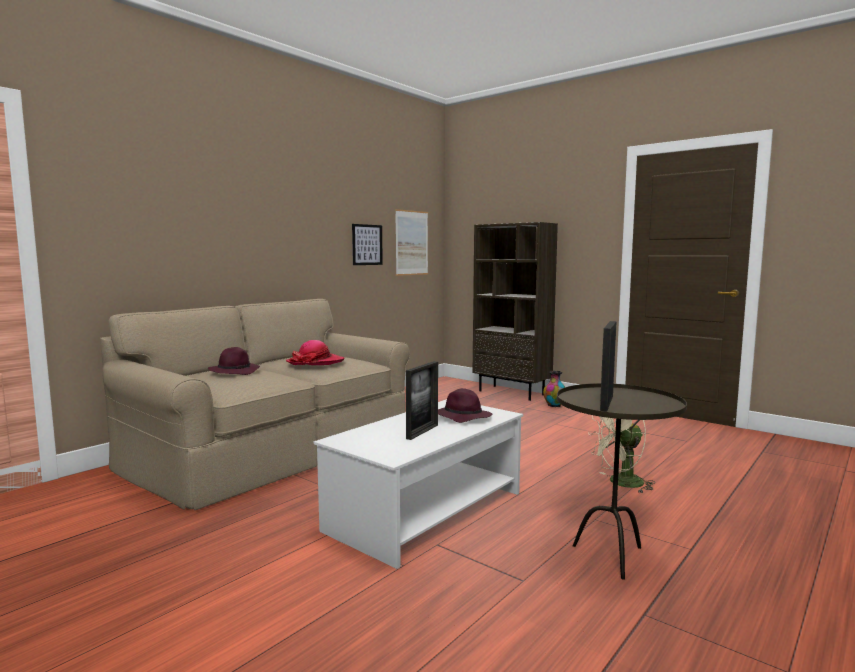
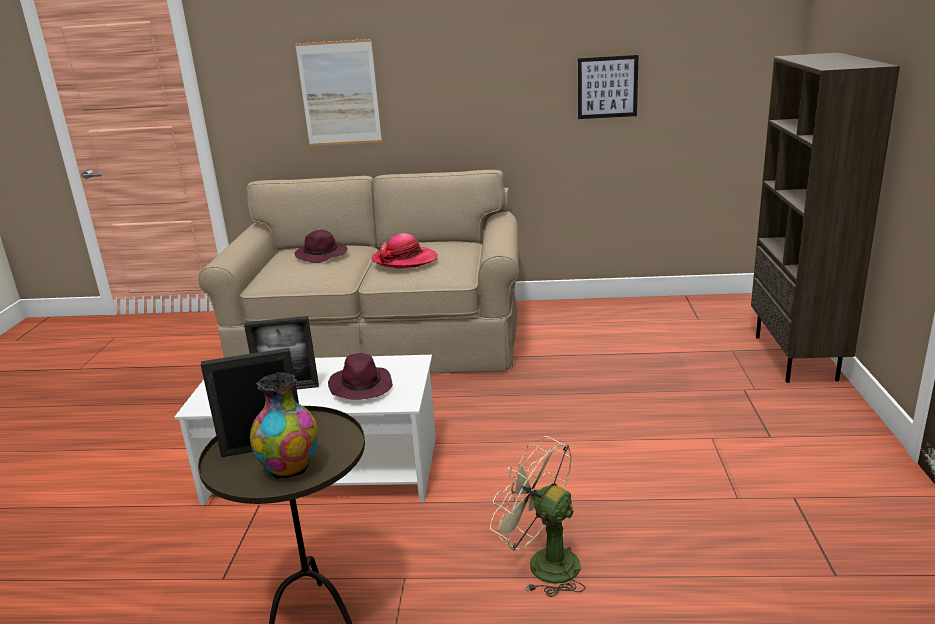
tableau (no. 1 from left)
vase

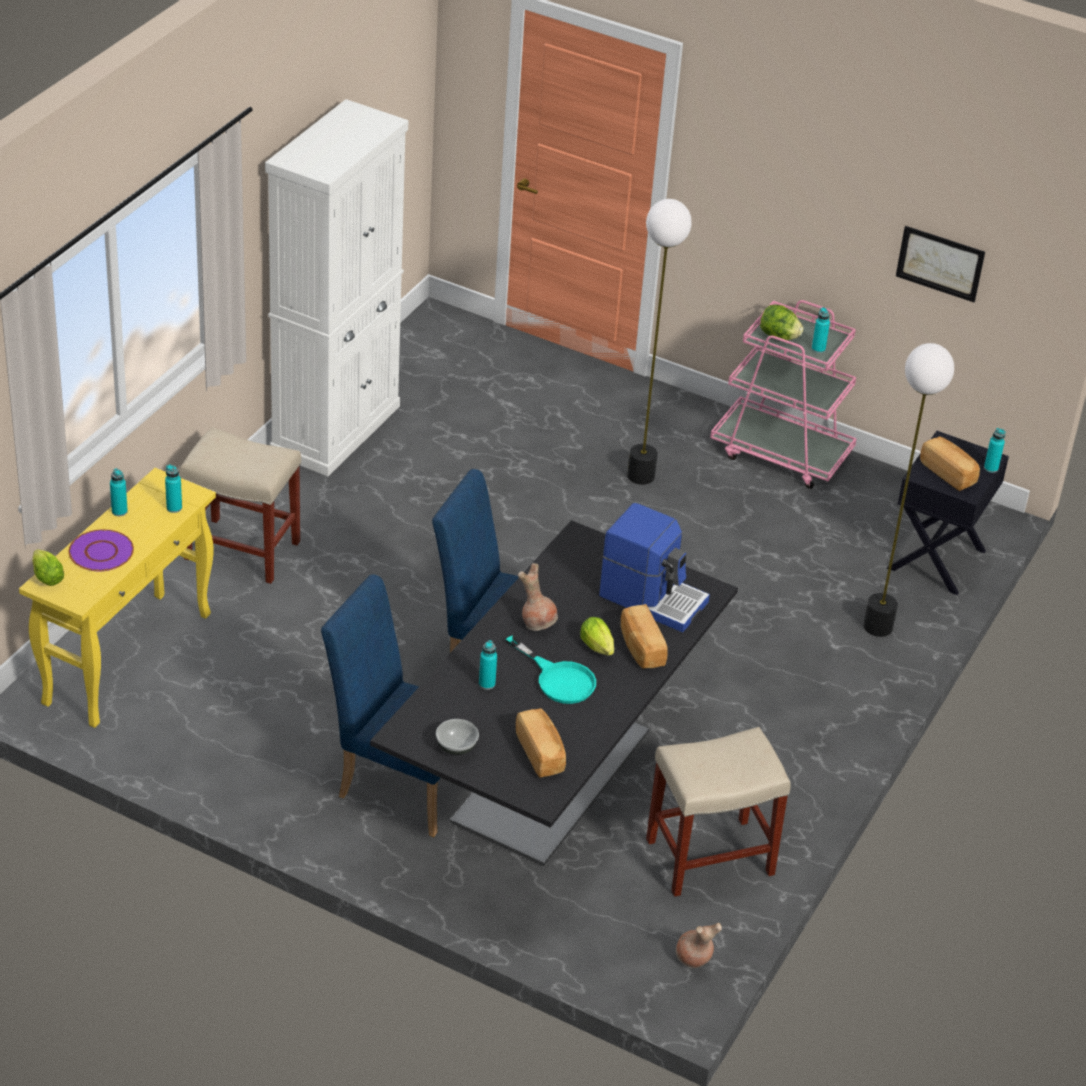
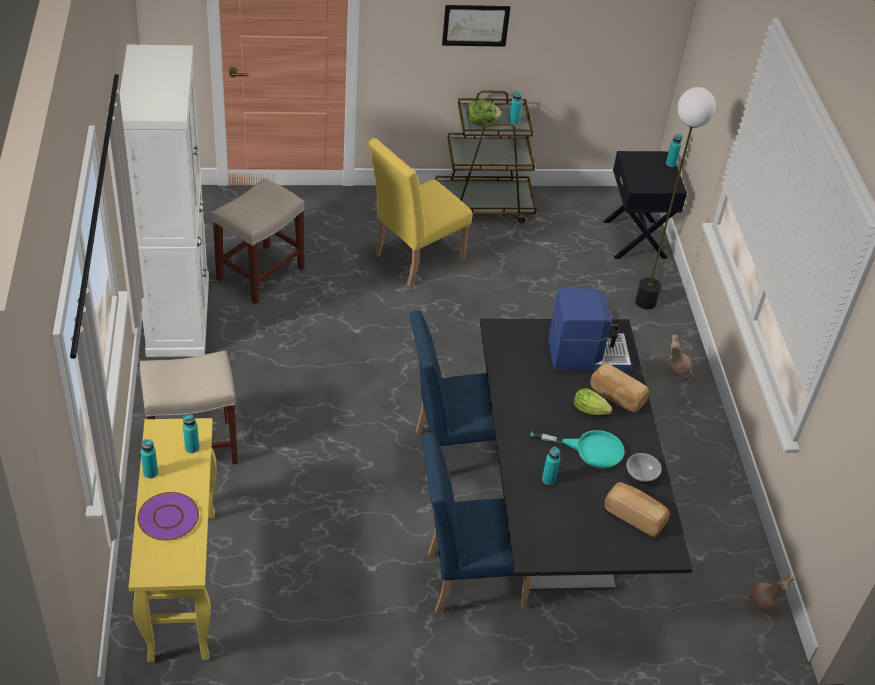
laitue (no. 1 from left in the first image)
bol
vase [marron] (no. 1 from left)
chaise [jaune]
tabouret [beige] (no. 2 from left)
chariot [marron]
tableau
pain (no. 3 from left in the first image)

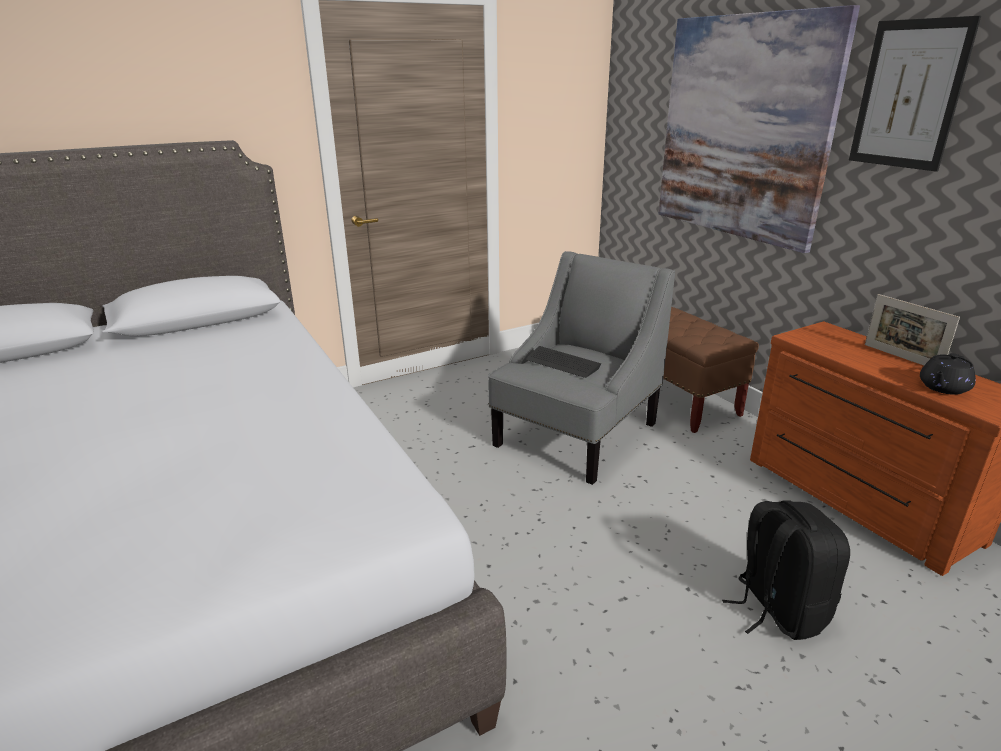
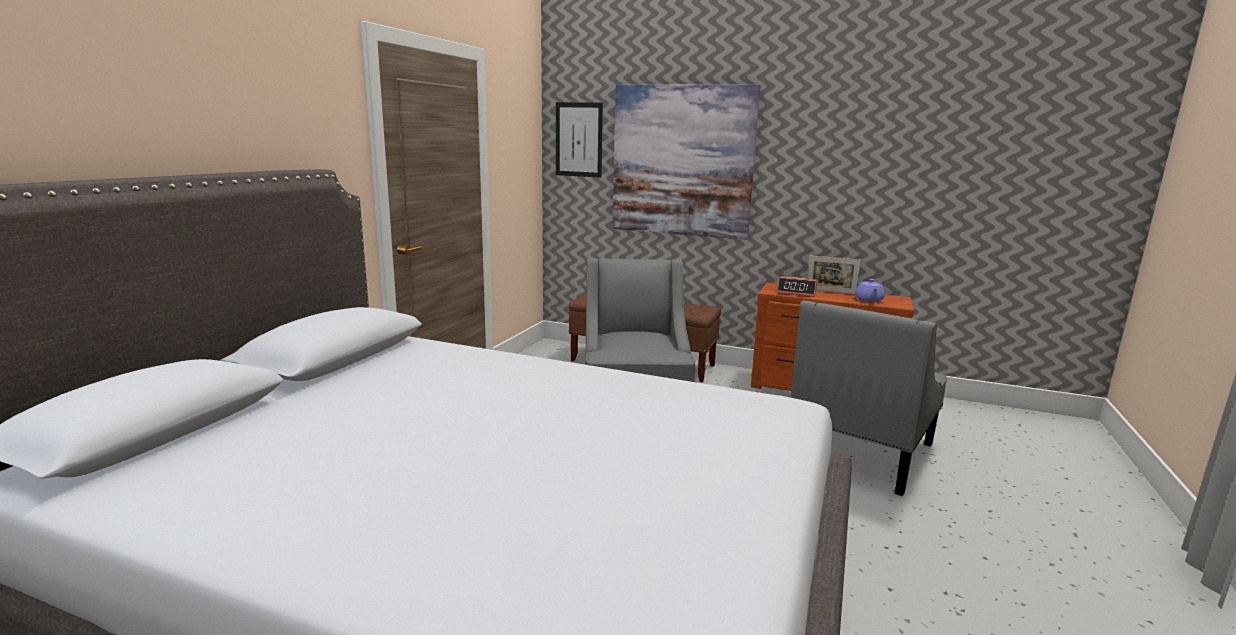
clavier
fauteuil [gris] (no. 2 from left)
tableau (no. 1 from left)
théière [violet]
réveil

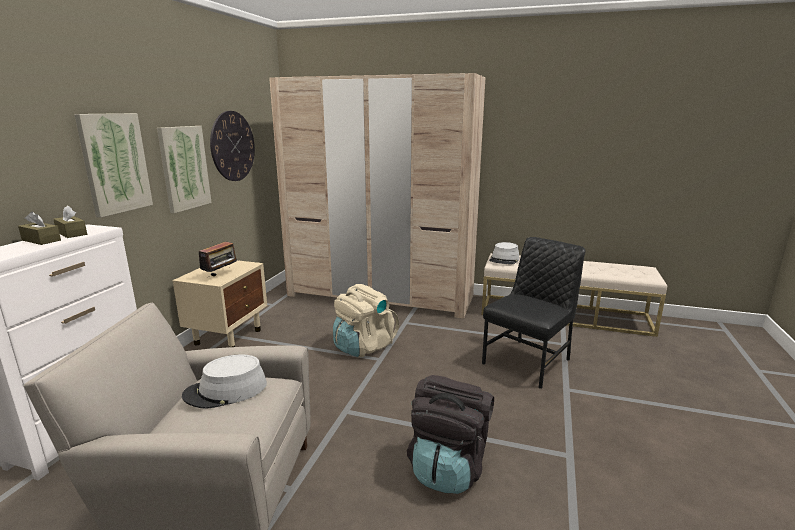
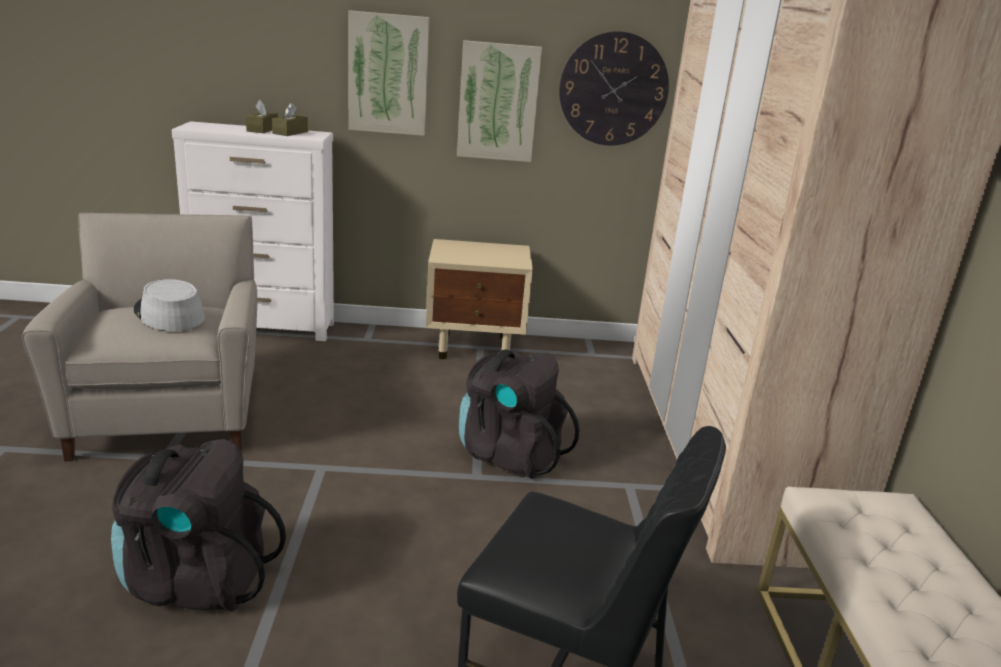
radio
sac à dos [noir] (no. 2 from left)
chapeau [gris] (no. 2 from left in the first image)

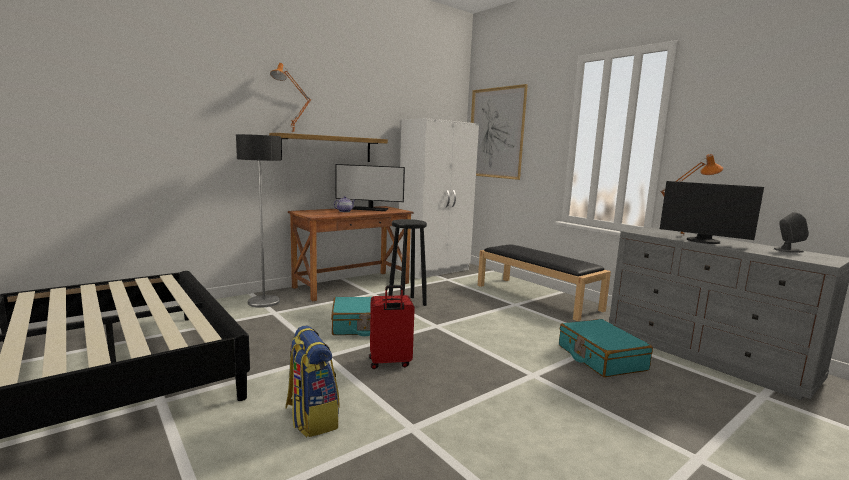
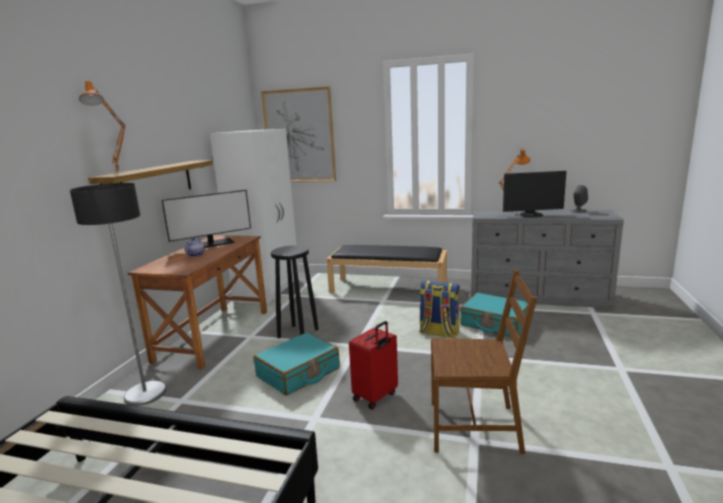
sac à dos
chaise [marron]

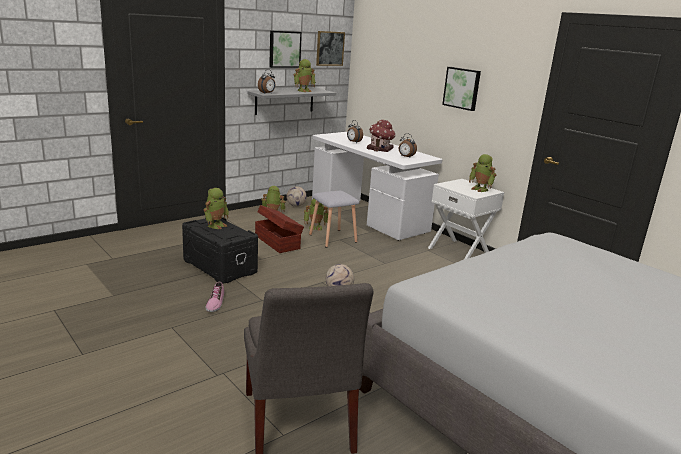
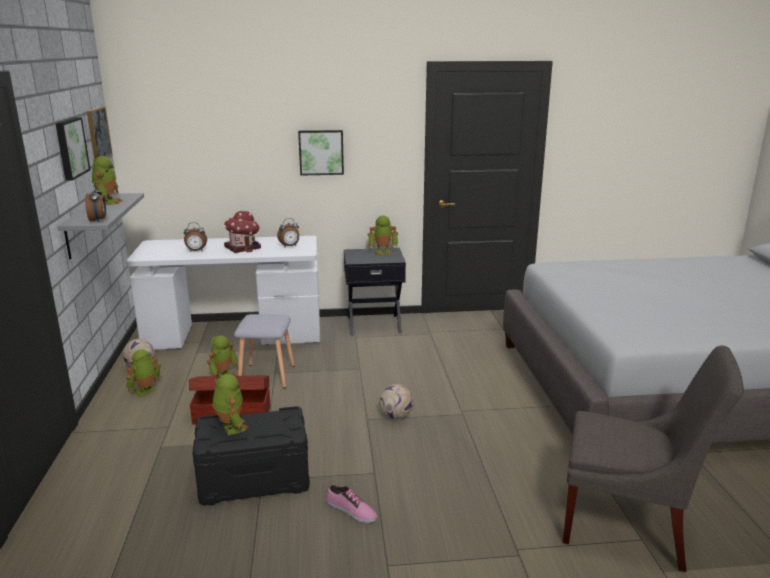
table de chevet [noir]

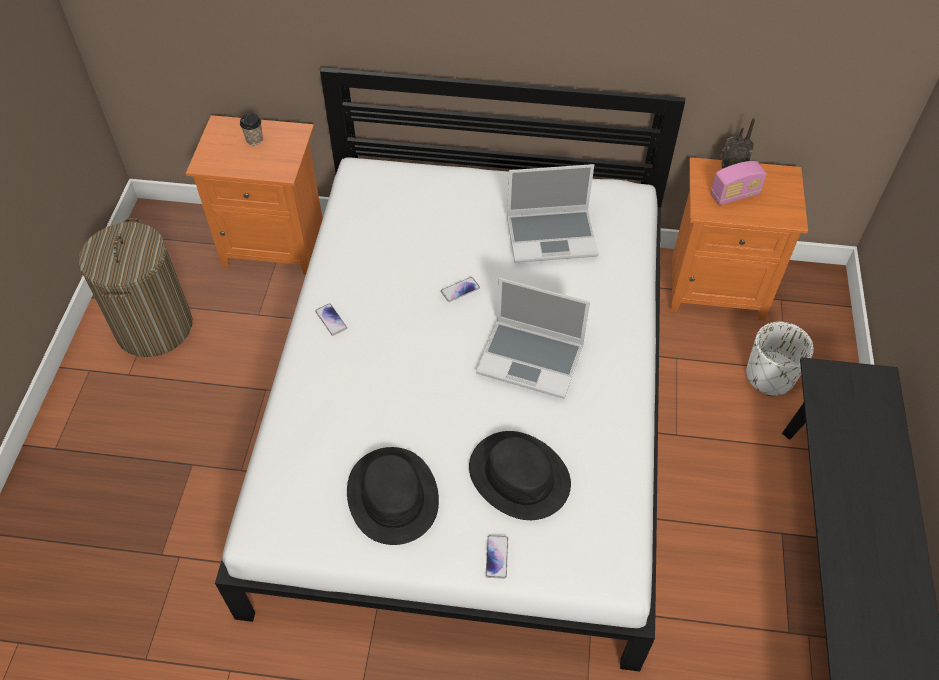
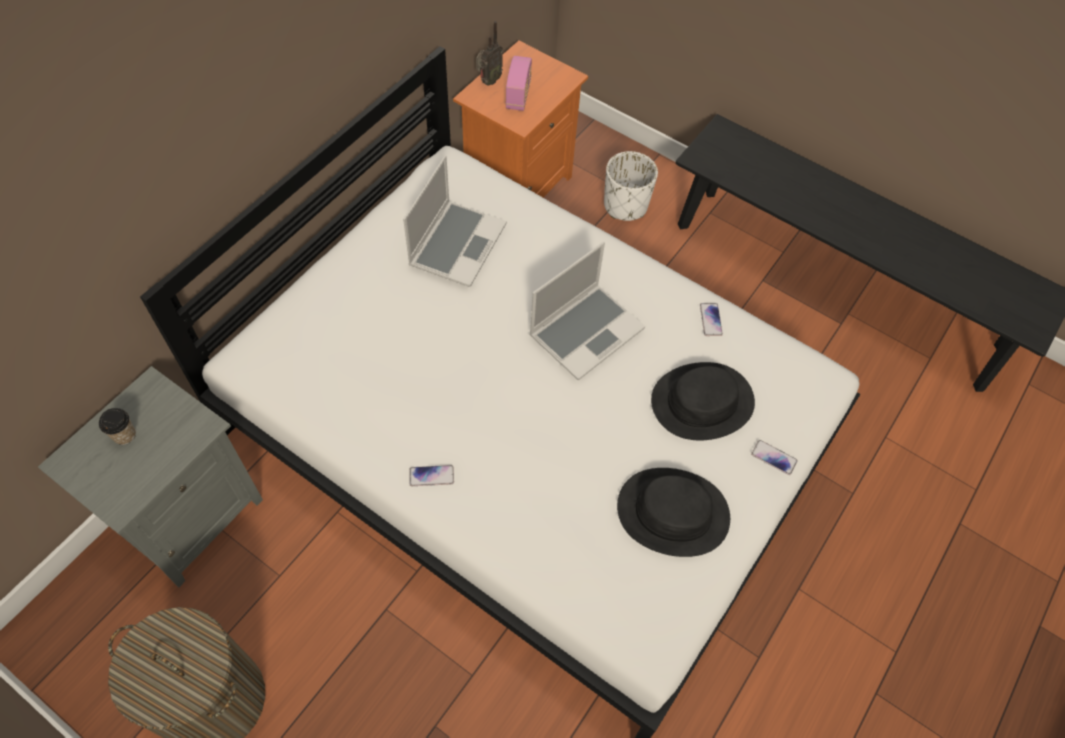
table de chevet [gris]
téléphone (no. 2 from left)

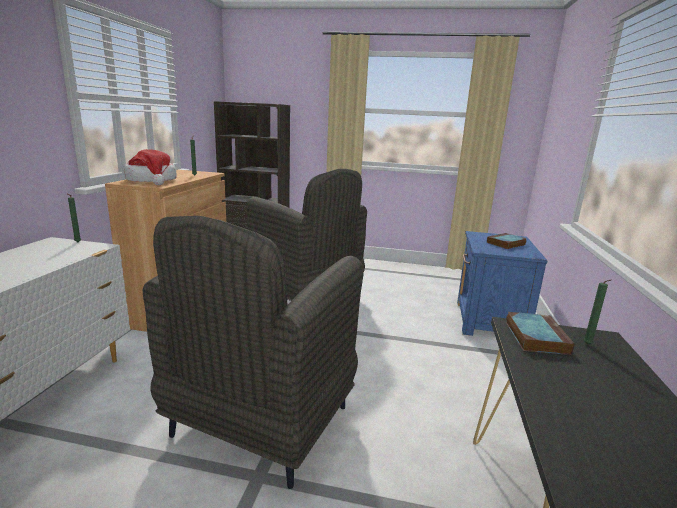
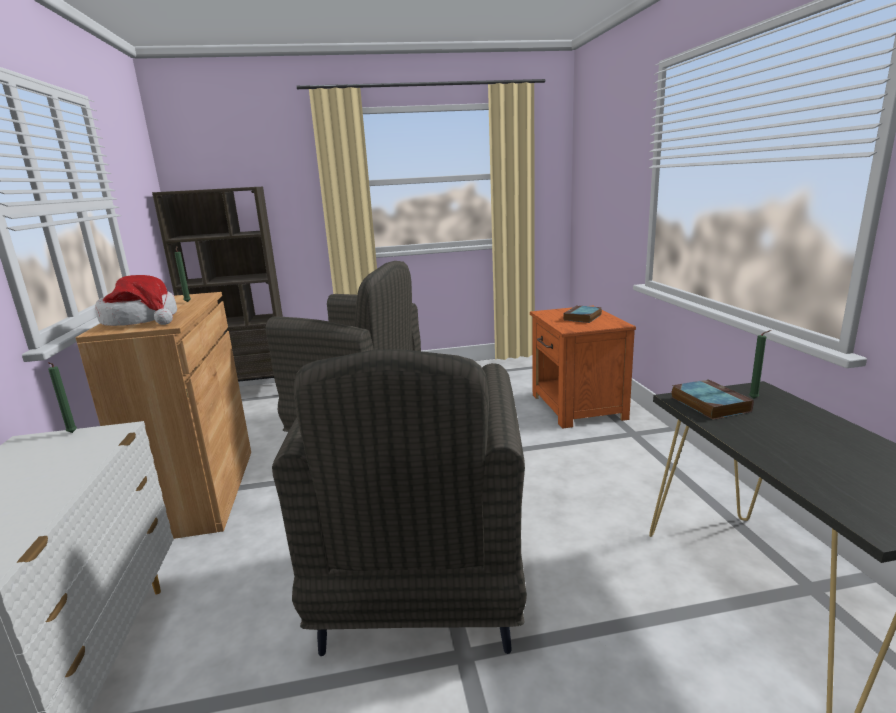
table de chevet [orange]

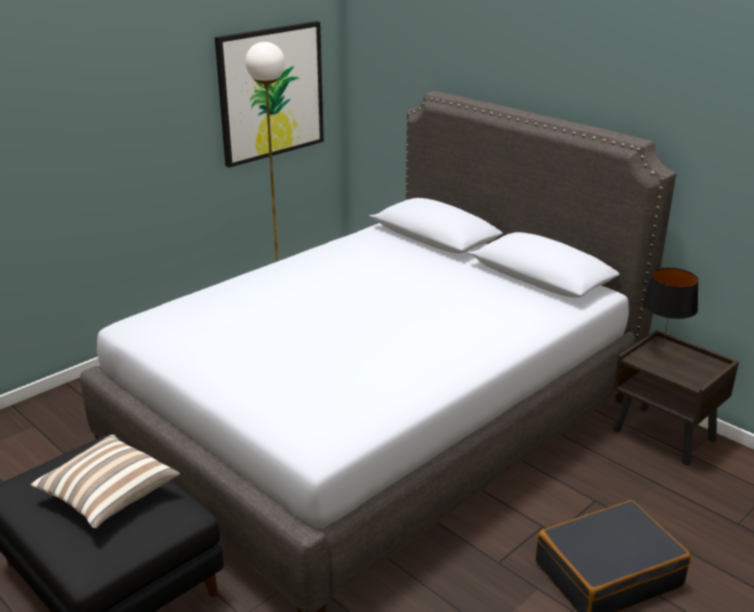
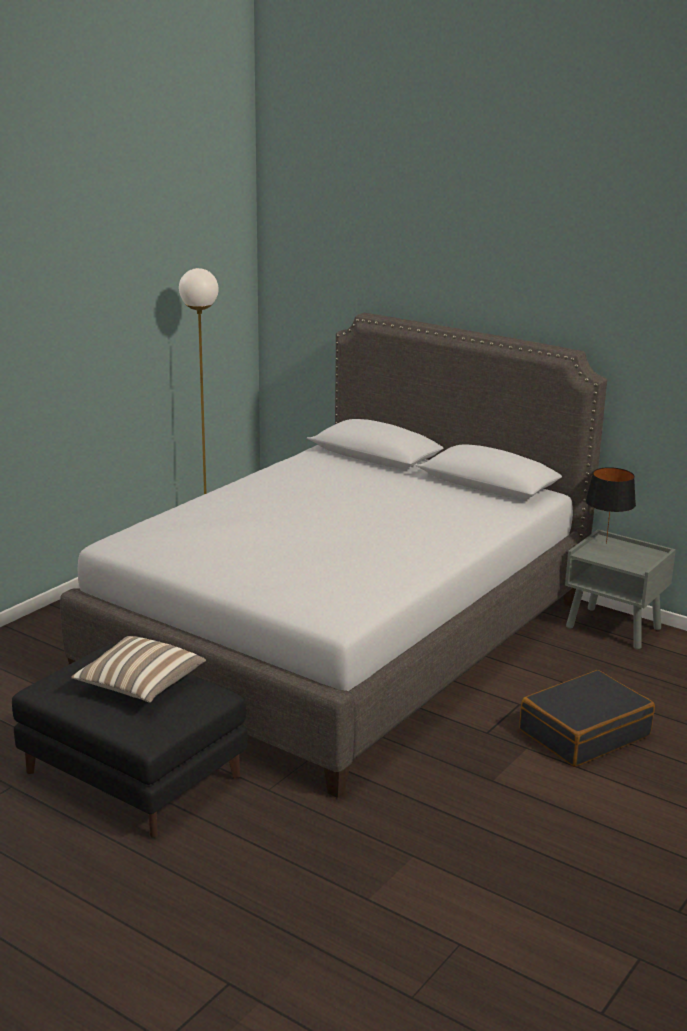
tableau
table de chevet [gris]

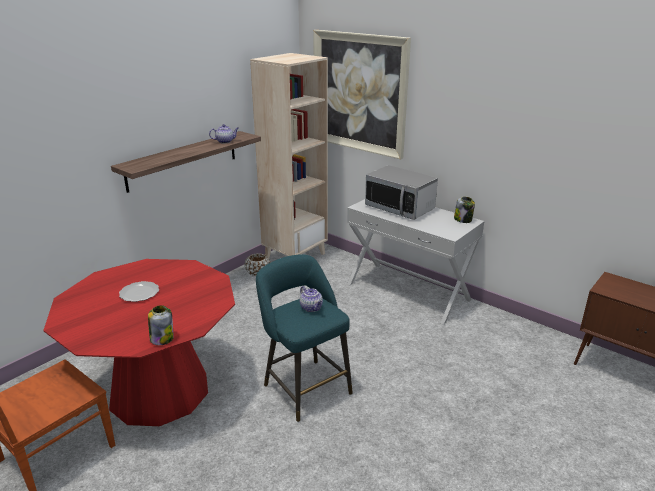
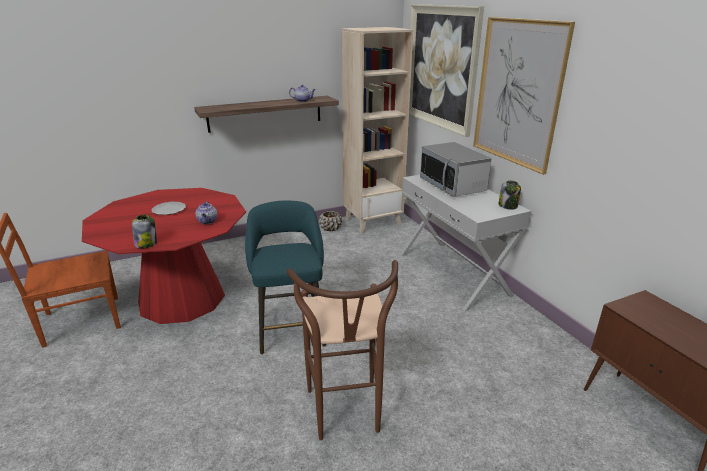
théière (no. 1 from left)
tabouret [marron]
tableau (no. 2 from left)

